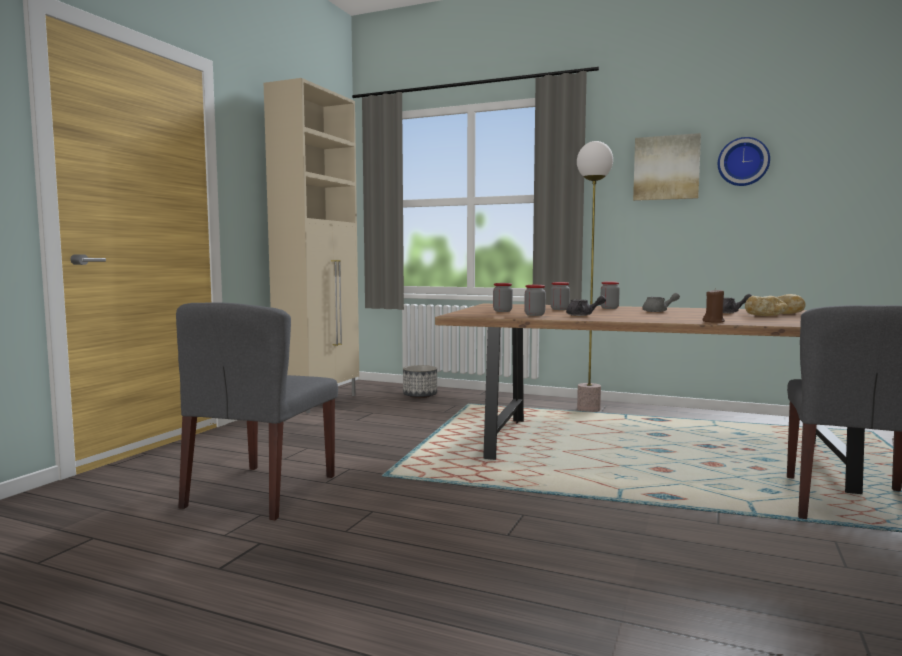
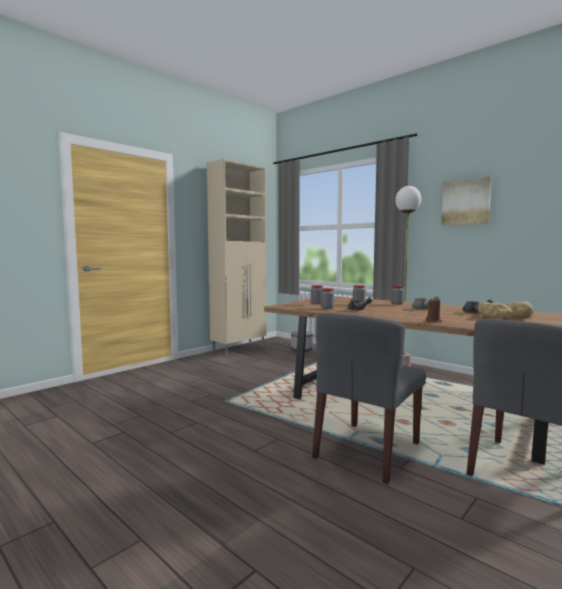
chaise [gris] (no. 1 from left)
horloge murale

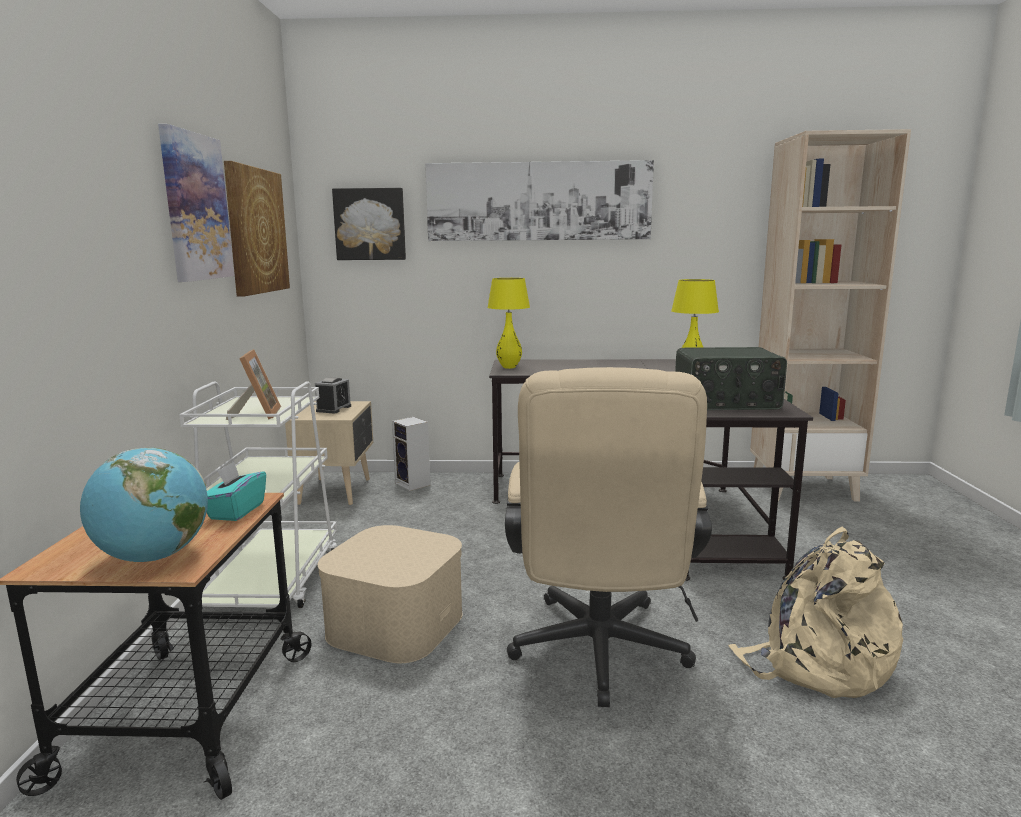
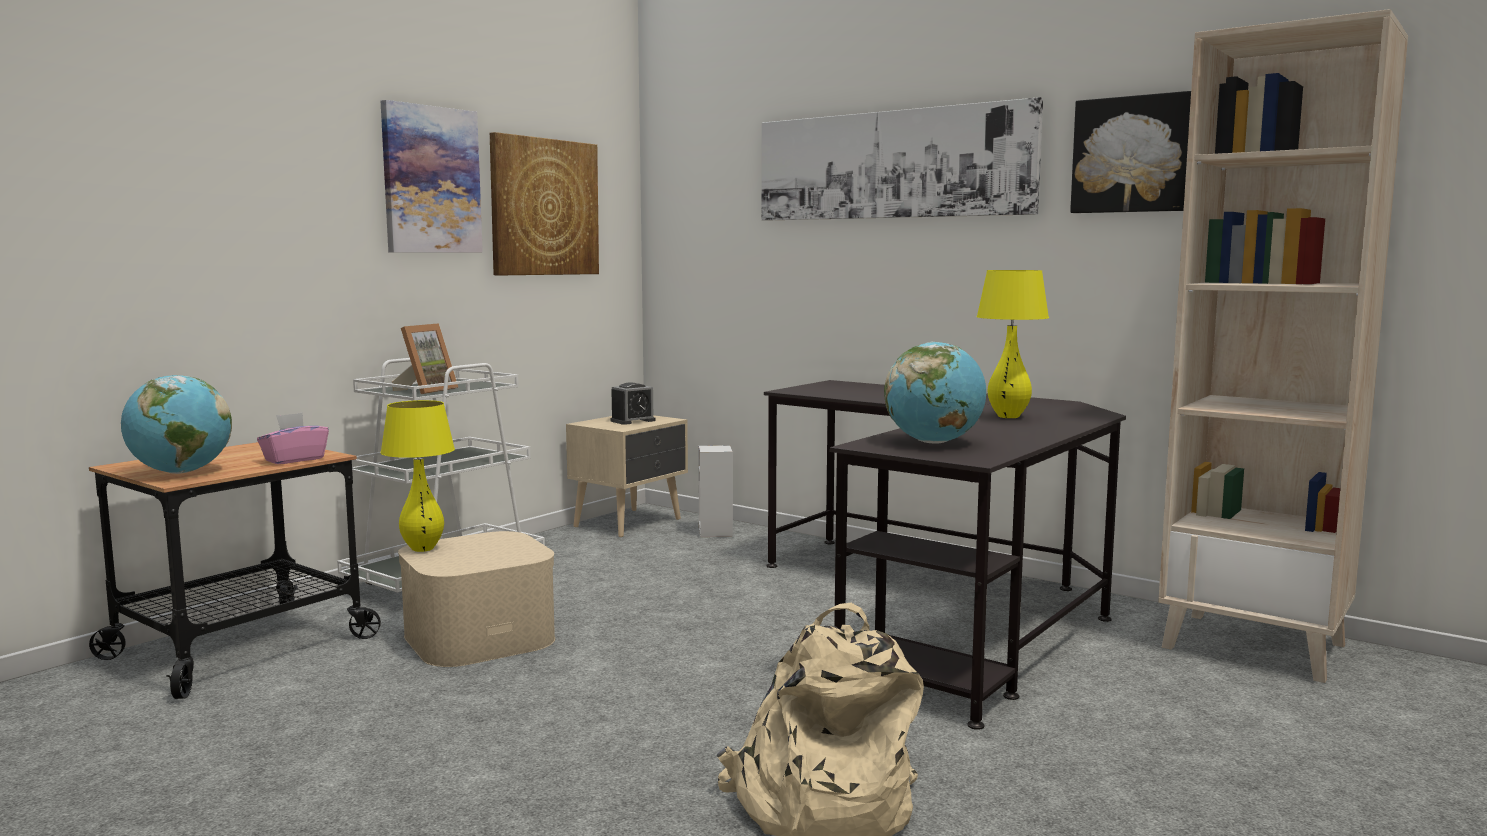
boîte à mouchoirs [rose]
tableau (no. 4 from left)
lampe de table [jaune] (no. 1 from left)
chaise de bureau [beige]
globe (no. 2 from left)

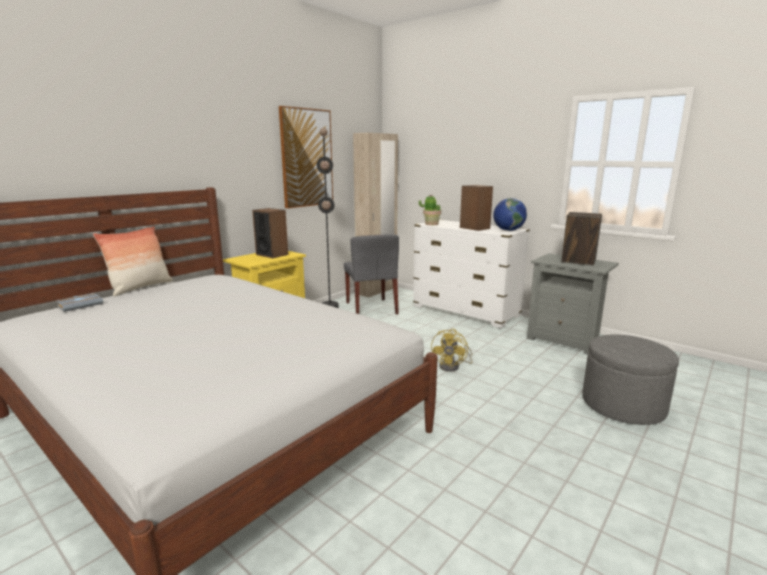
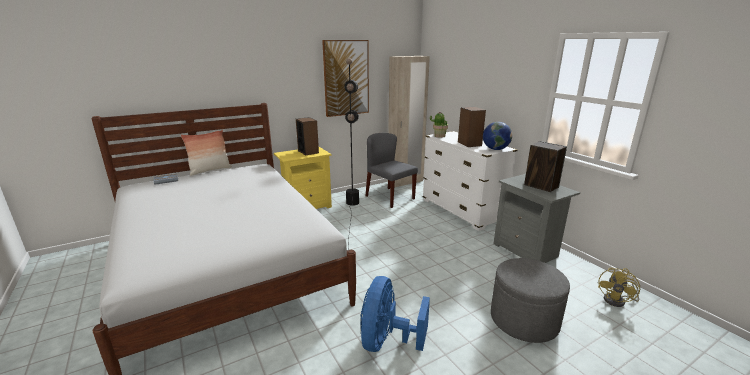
chaise [gris]
ventilateur [jaune]
ventilateur [bleu]

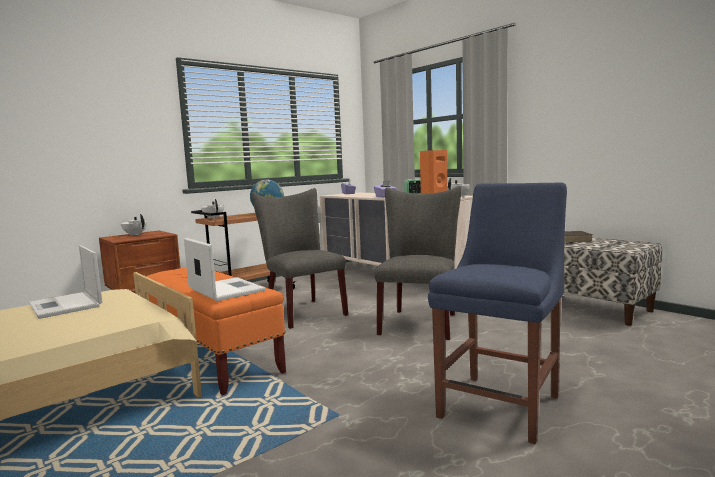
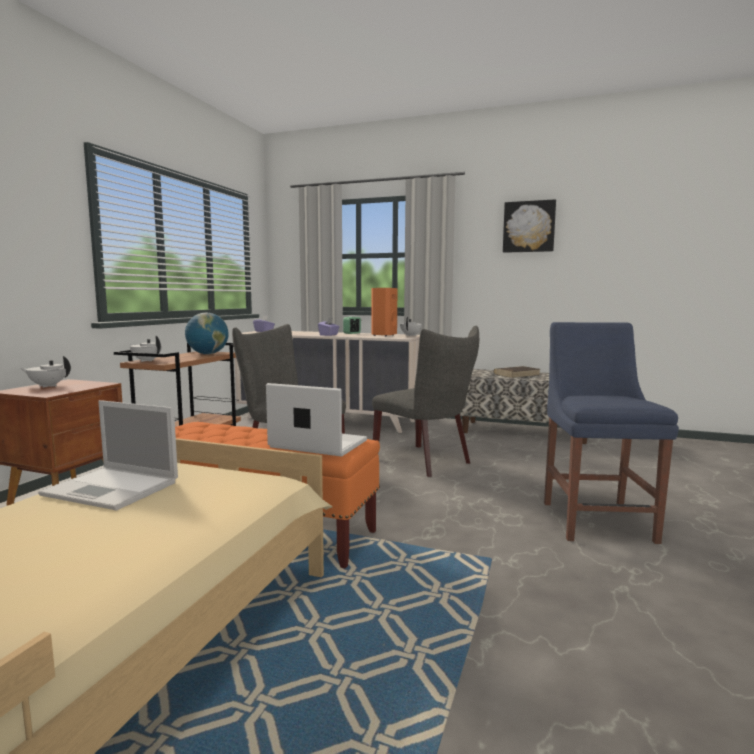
chaise [gris] (no. 2 from left)
tableau

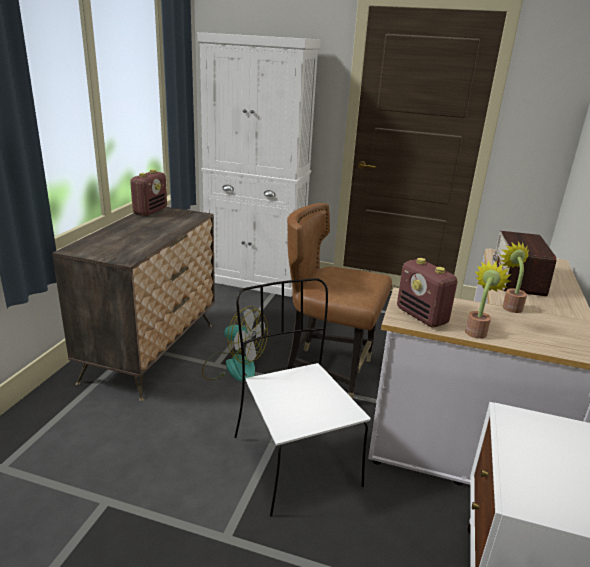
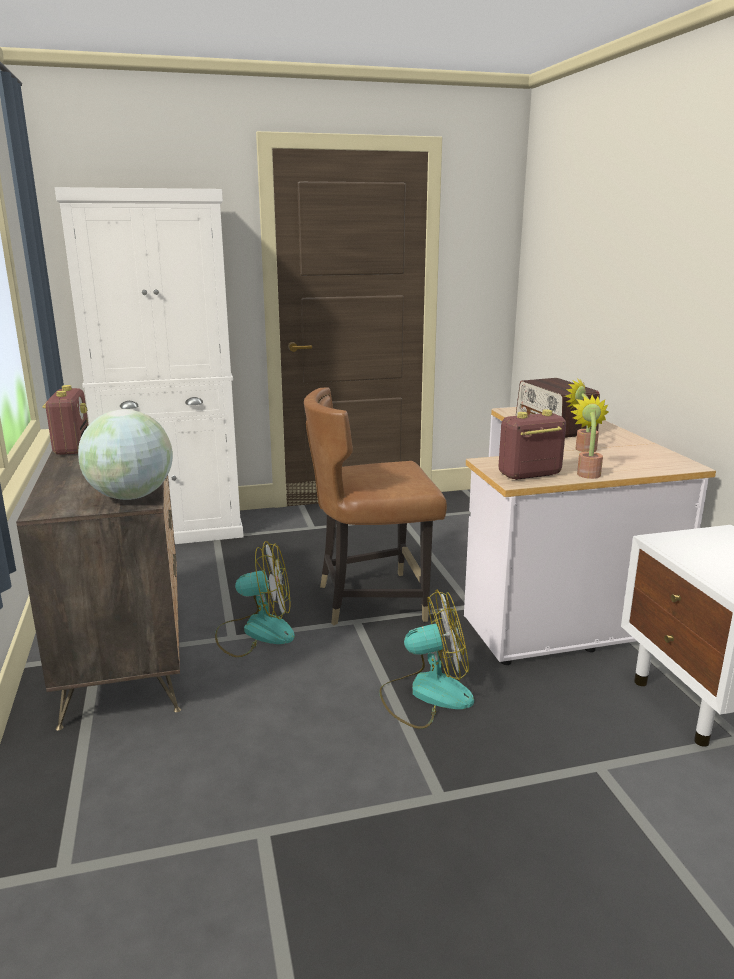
ventilateur (no. 2 from left)
radio (no. 2 from left)
globe

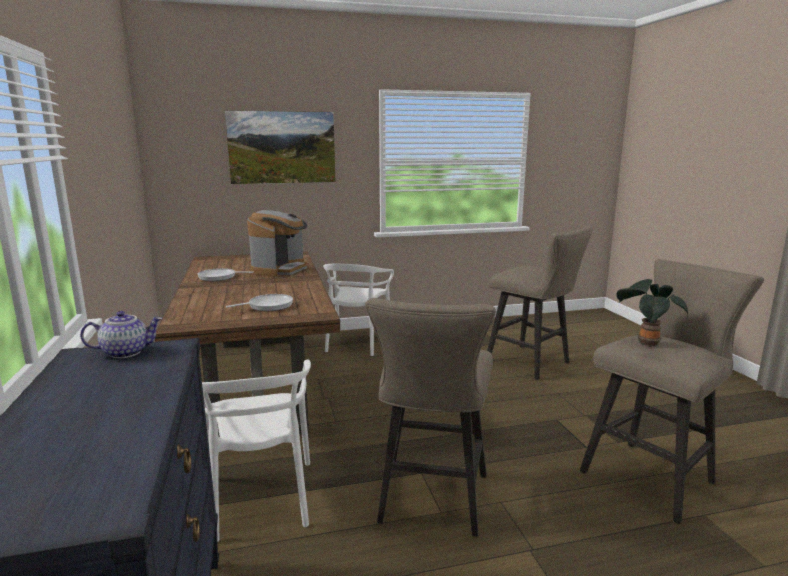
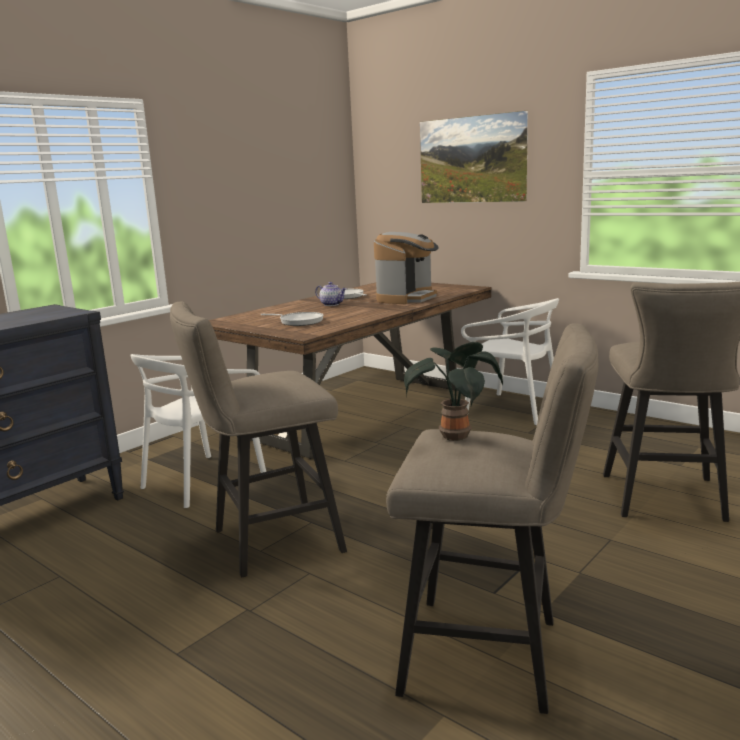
théière
machine à café
chaise [blanc] (no. 2 from left)

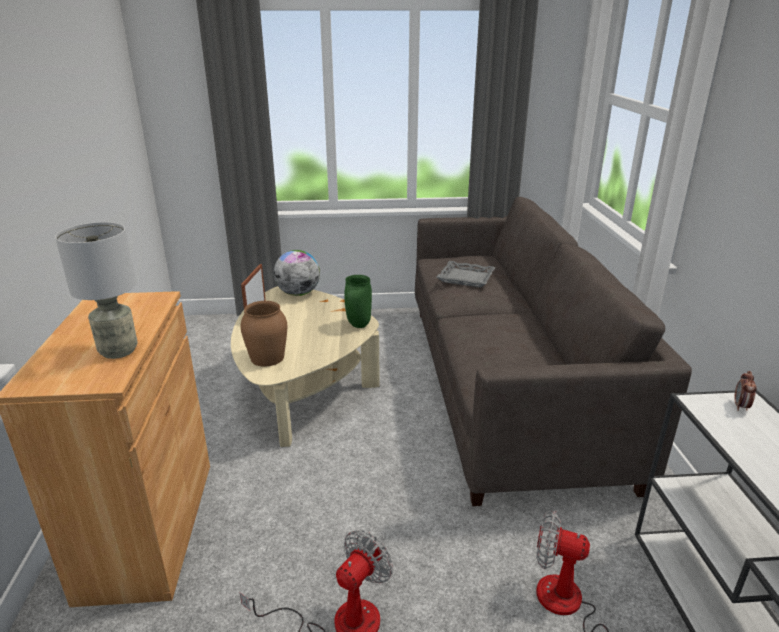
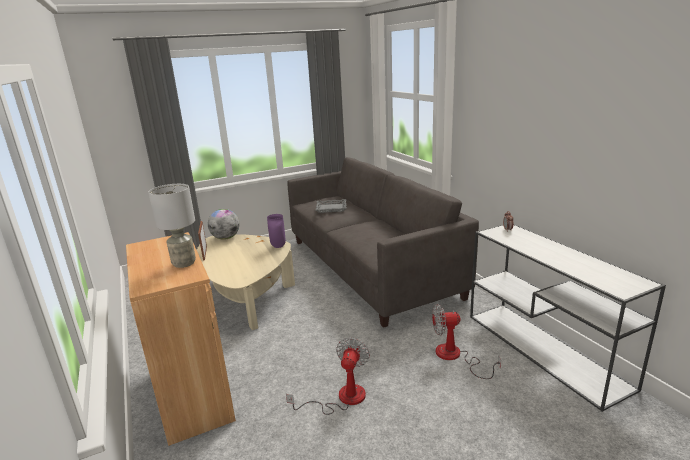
vase [marron]
vase [violet]

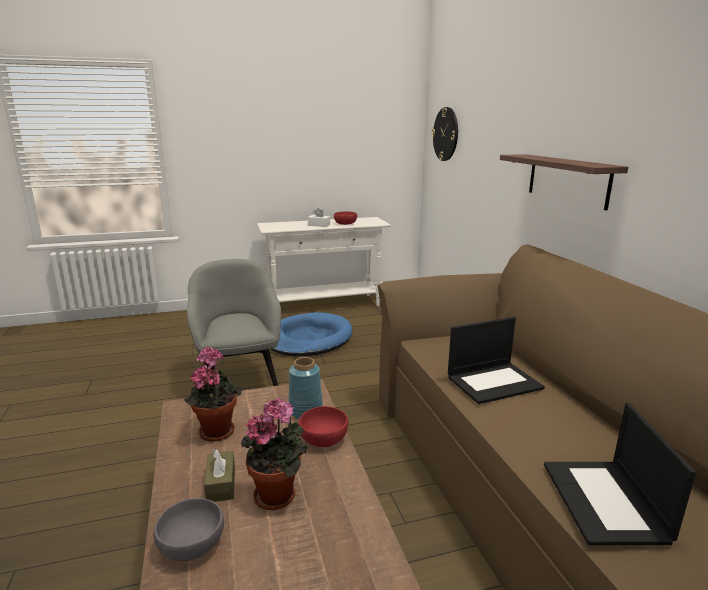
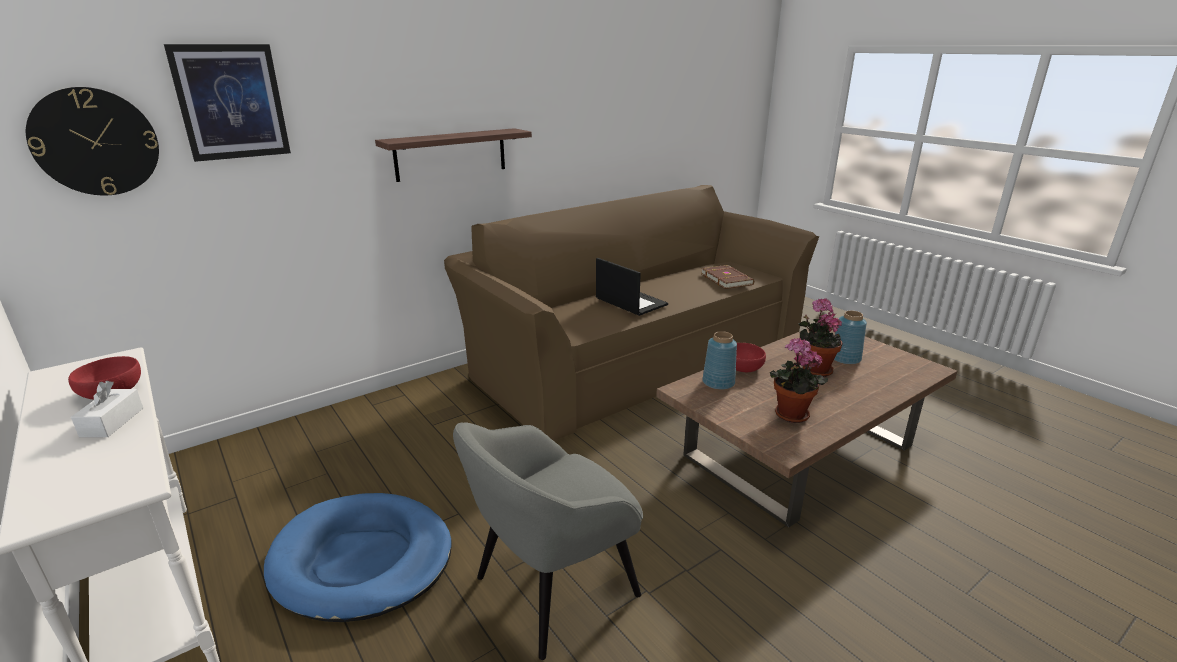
bol [gris]
boîte à mouchoirs [marron]
livre [marron]
tableau
vase [bleu] (no. 2 from left)

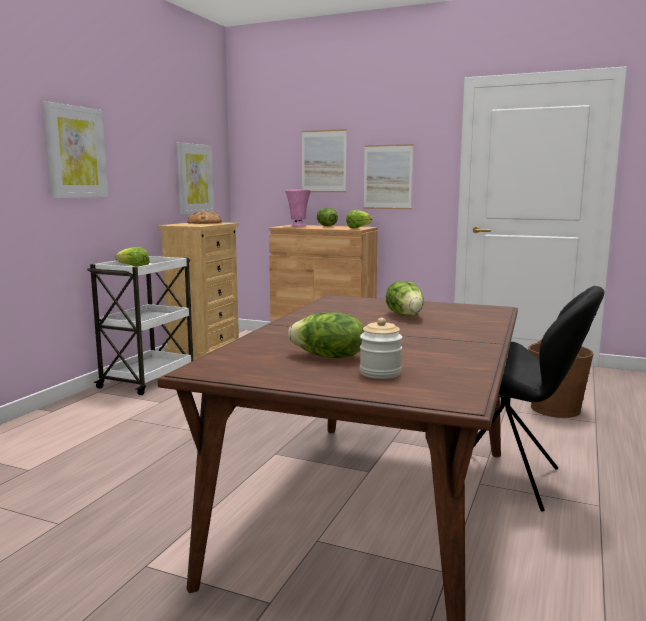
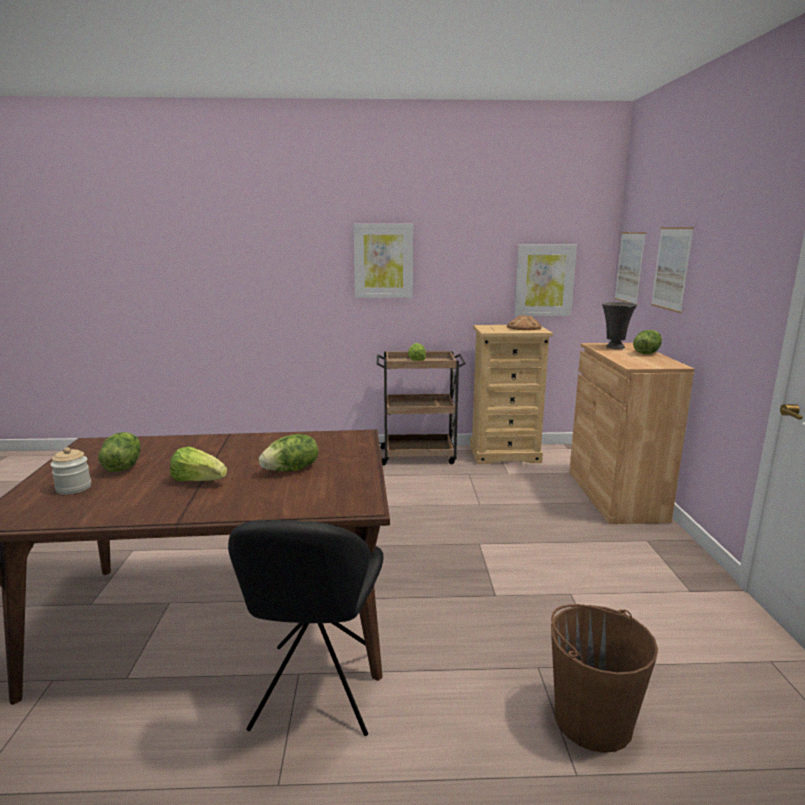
chariot [marron]
vase [gris]
laitue (no. 2 from left)
tableau (no. 3 from left)

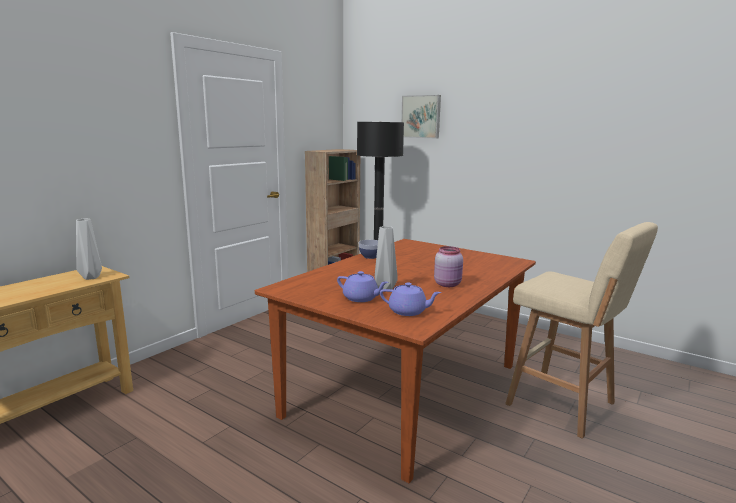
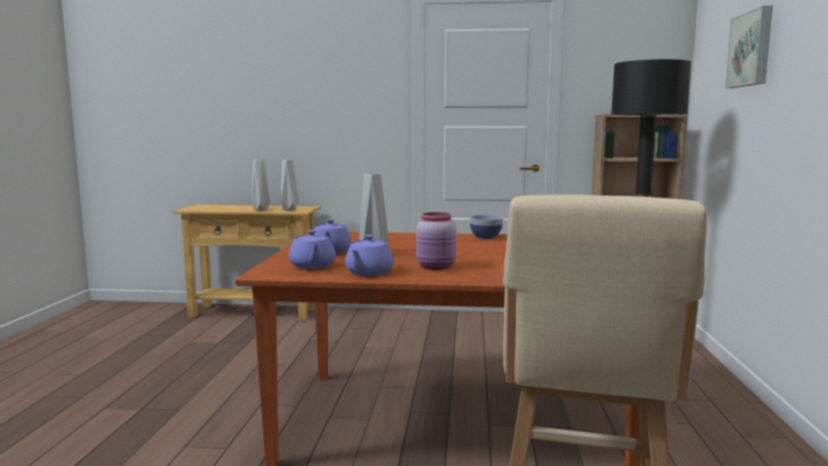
vase [gris] (no. 1 from left)
théière [violet] (no. 3 from left)

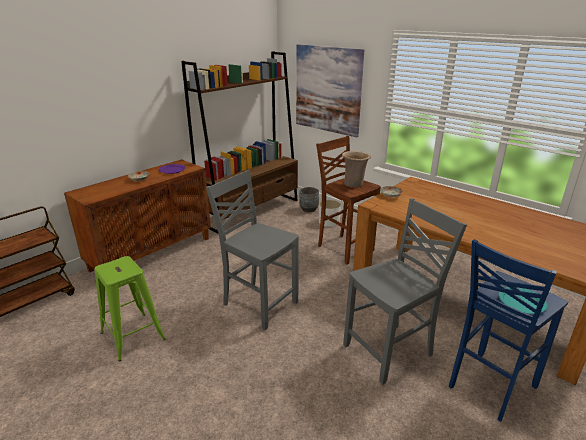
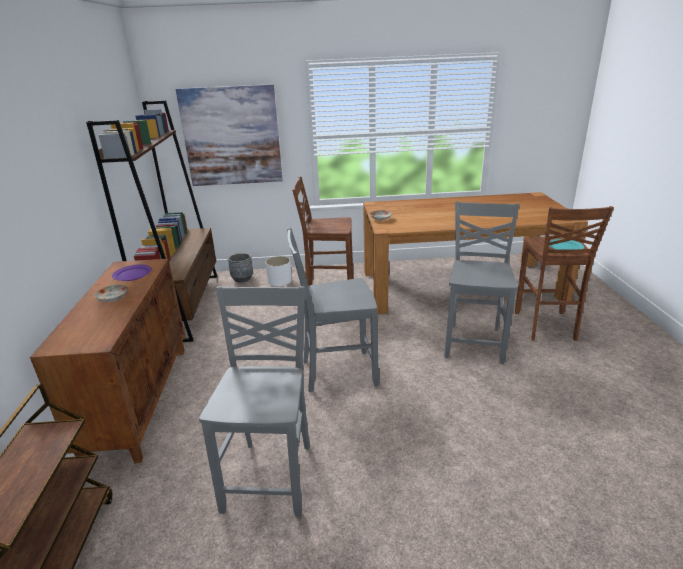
chaise [gris] (no. 1 from left)
vase [beige]
tabouret [marron] (no. 2 from left)

